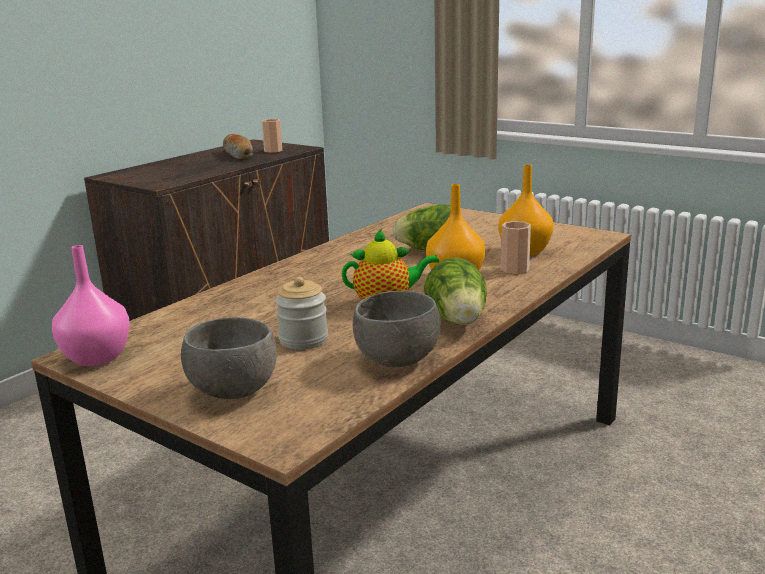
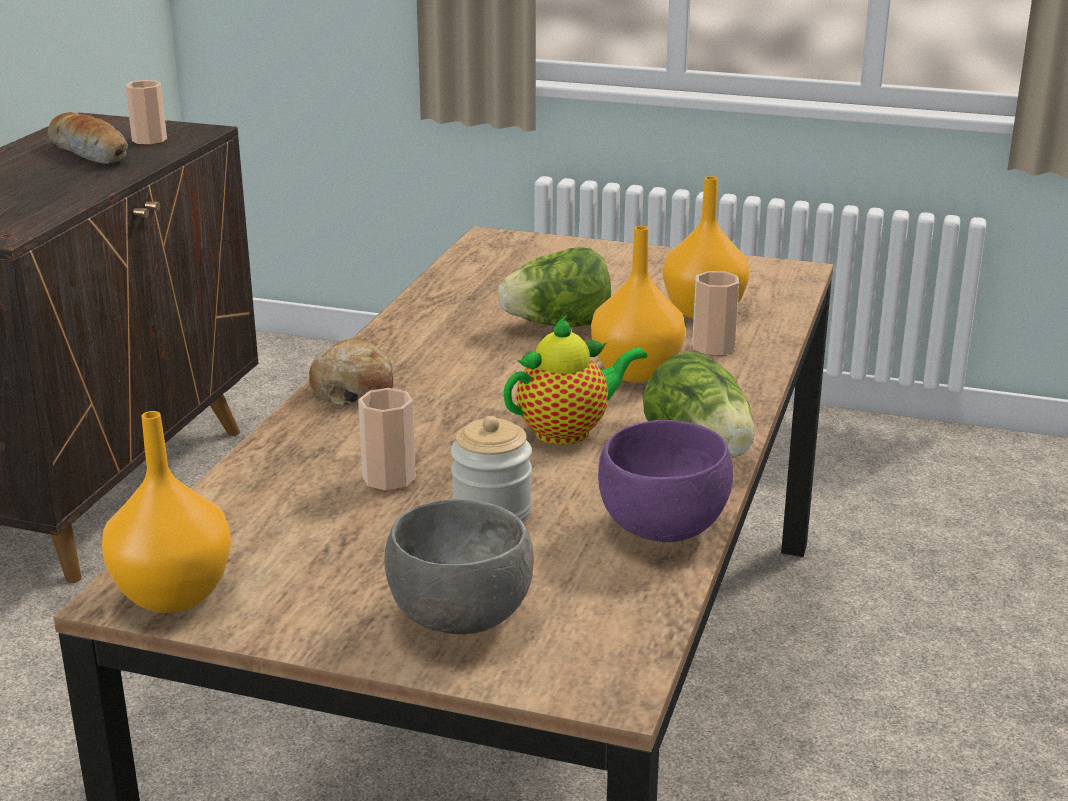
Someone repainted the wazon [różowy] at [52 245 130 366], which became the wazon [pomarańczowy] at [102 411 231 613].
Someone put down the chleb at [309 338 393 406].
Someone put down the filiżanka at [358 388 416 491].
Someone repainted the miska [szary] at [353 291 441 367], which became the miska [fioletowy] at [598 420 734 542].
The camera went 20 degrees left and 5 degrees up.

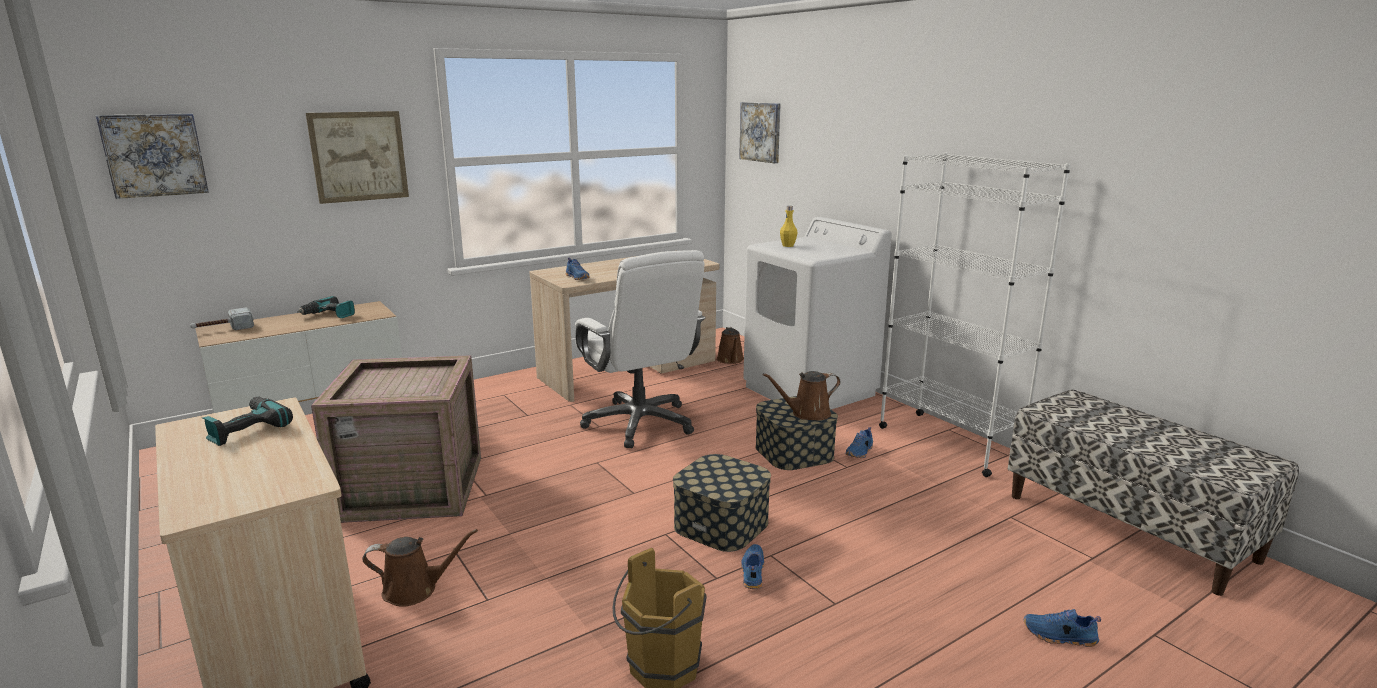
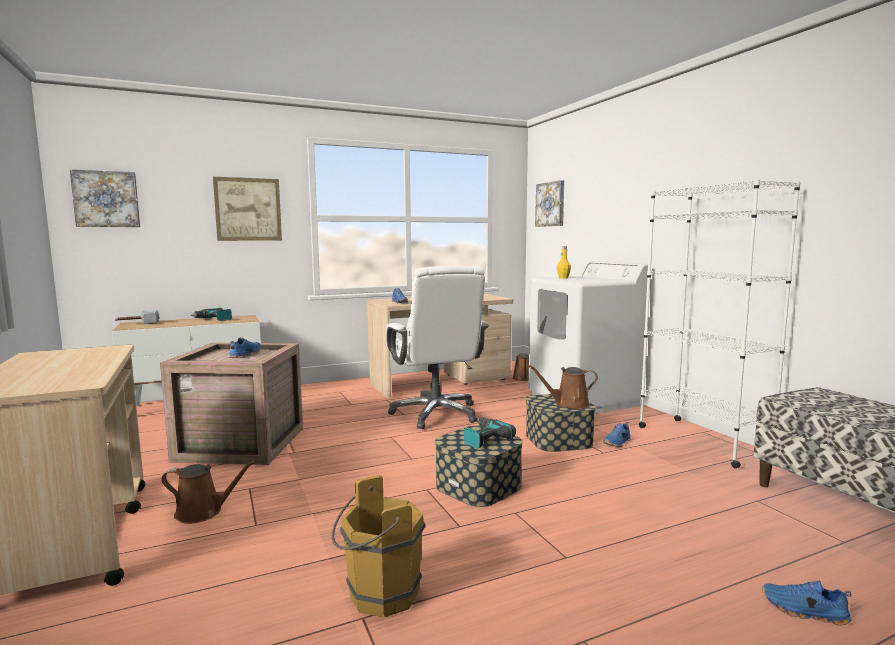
Someone carried the but [niebieski] from [741 544 765 589] to [229 337 261 358].
Someone carried the wiertarka from [202 396 293 446] to [464 418 516 449].
The camera went 10 degrees right and 10 degrees down.

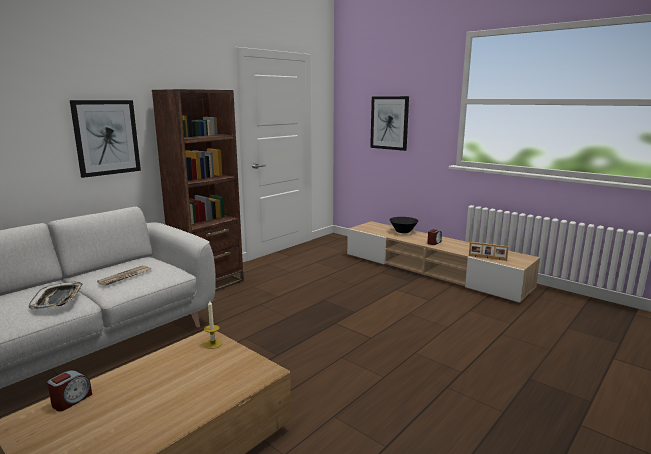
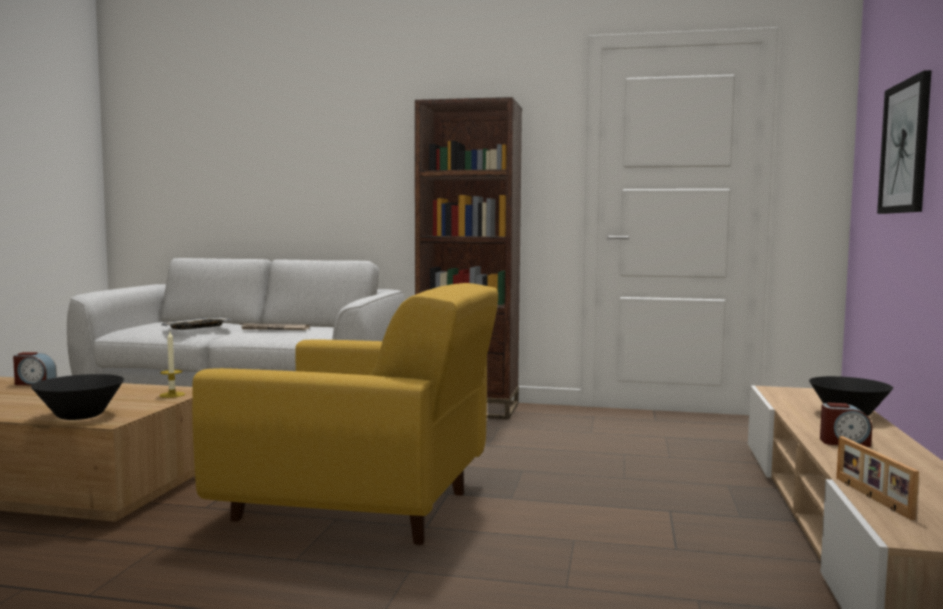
Someone put down the miska [czarny] at [31 374 124 420].
Someone put down the fotel [żółty] at [192 283 498 545].
Someone took away the obraz at [70 100 141 178].
The camera went 60 degrees right and 10 degrees down.

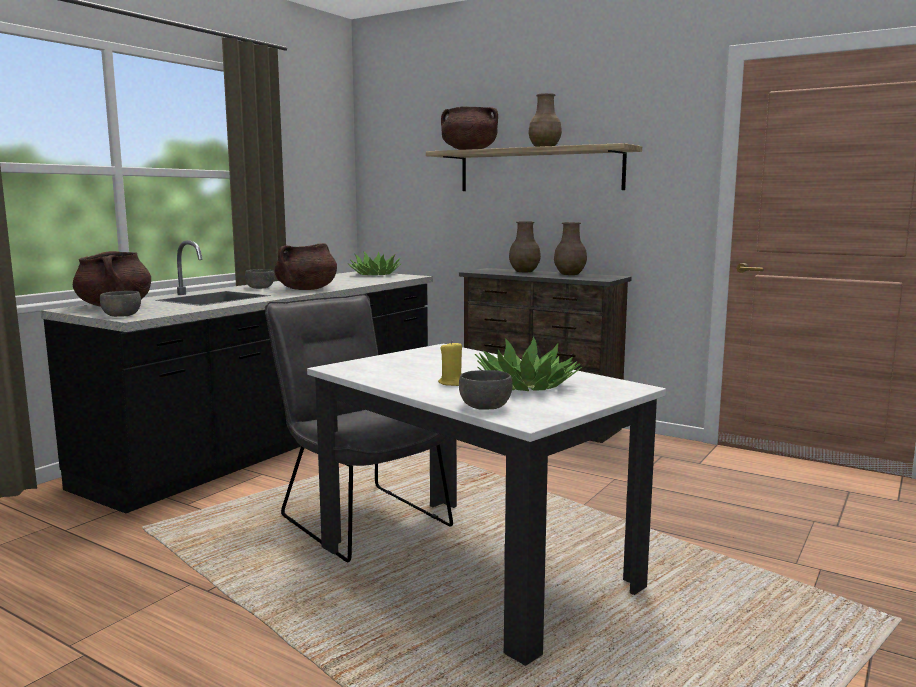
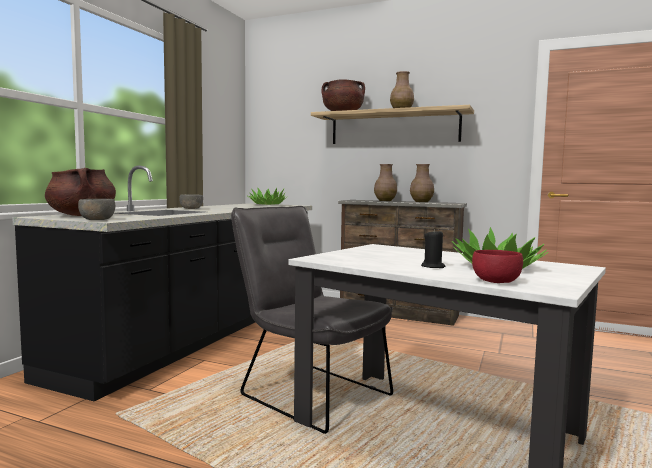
Someone repainted the świeca [żółty] at [438 341 462 386], which became the świeca [czarny] at [421 229 445 268].
Someone repainted the miska [szary] at [459 370 512 410], which became the miska [czerwony] at [472 250 523 283].
Someone took away the garnek [brązowy] at [275 243 337 290].
The camera went 10 degrees left and 5 degrees down.

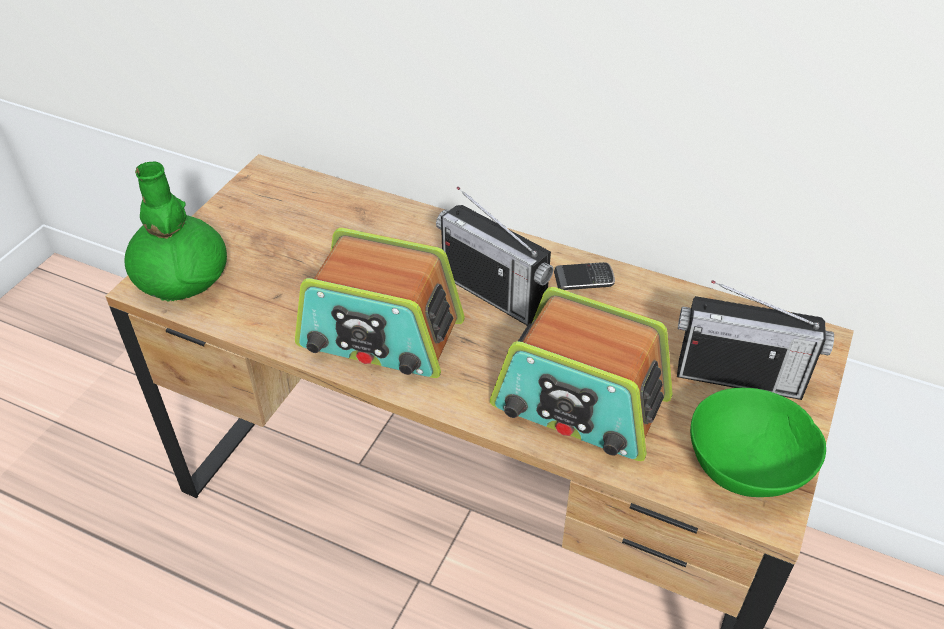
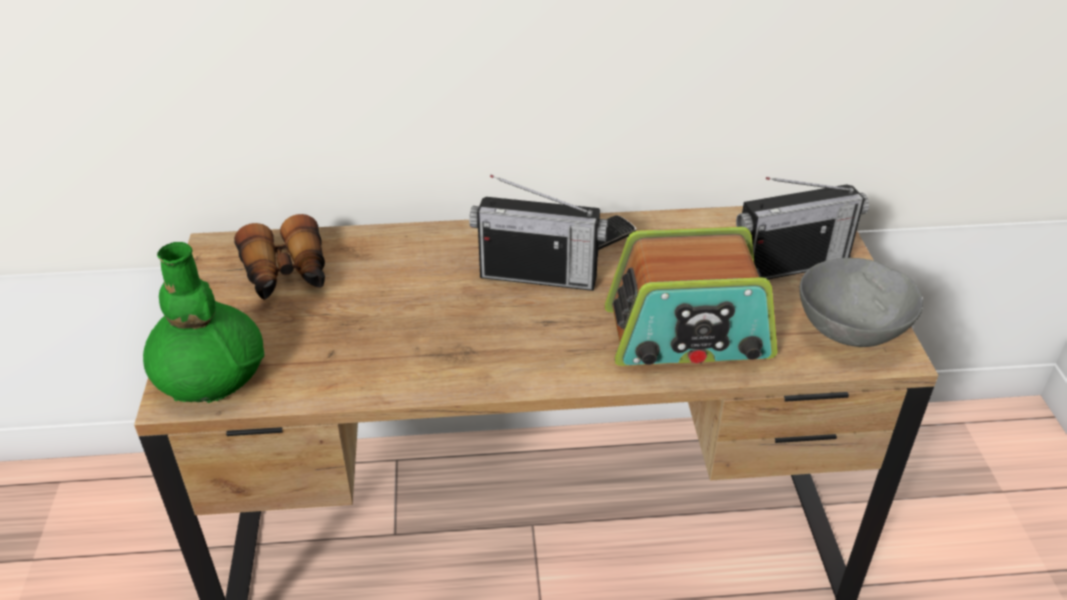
Someone put down the lornetka at [234 214 325 300].
Someone repainted the miska [zielony] at [690 388 826 497], which became the miska [szary] at [799 258 923 347].
Someone took away the radio at [295 228 465 378].
The camera went 30 degrees left and 5 degrees down.

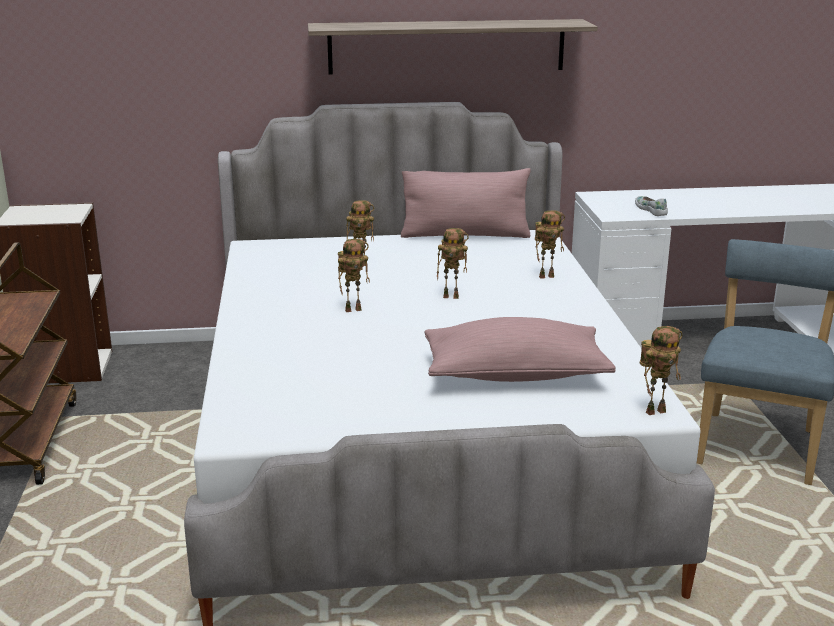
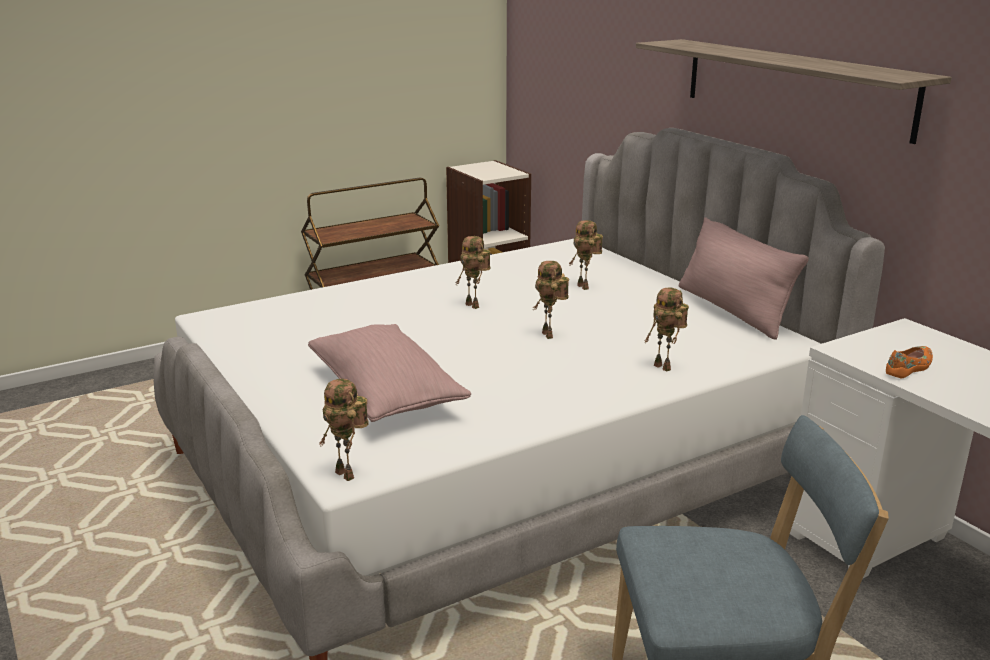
Someone repainted the but [biały] at [635 196 668 216], which became the but [pomarańczowy] at [886 346 933 378].
The camera went 65 degrees right and 0 degrees up.

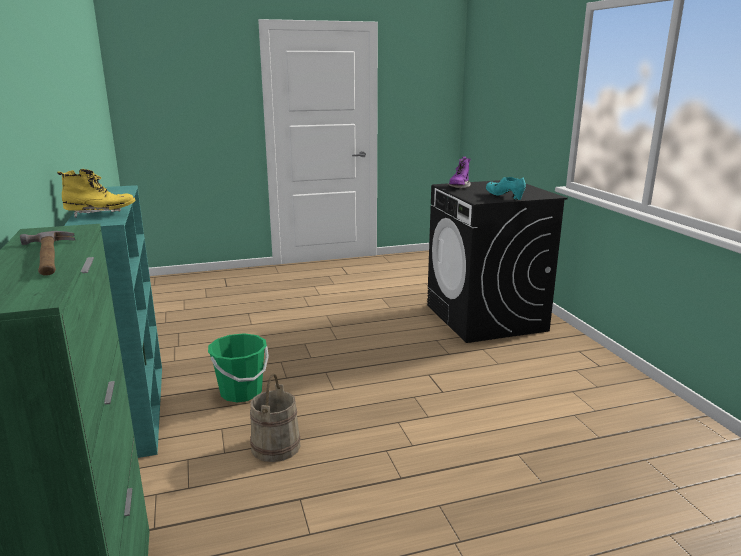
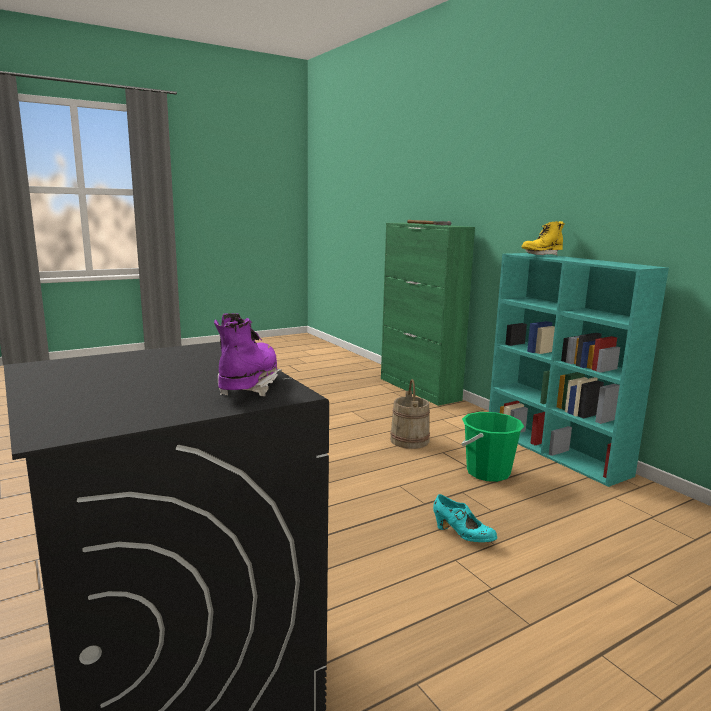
Someone carried the but [turkusowy] from [486 177 526 200] to [433 494 497 542].
The camera went 165 degrees right and 5 degrees down.

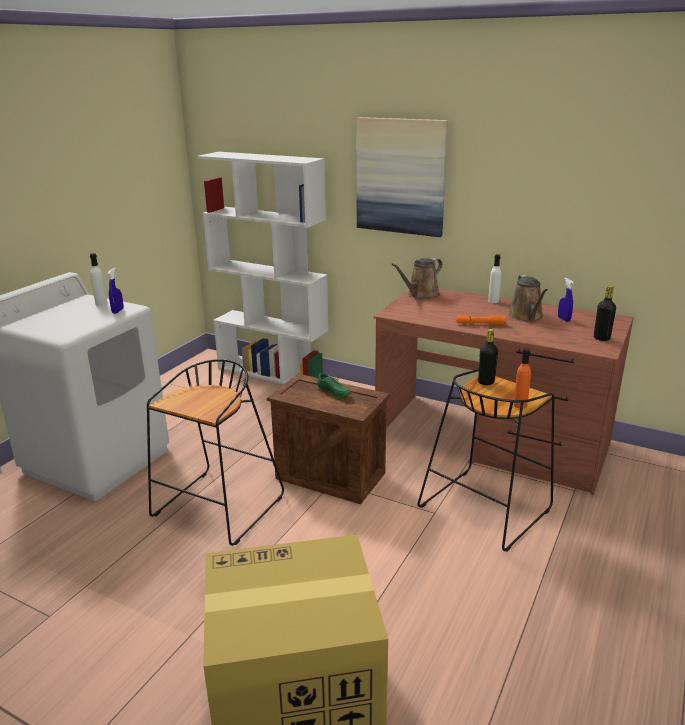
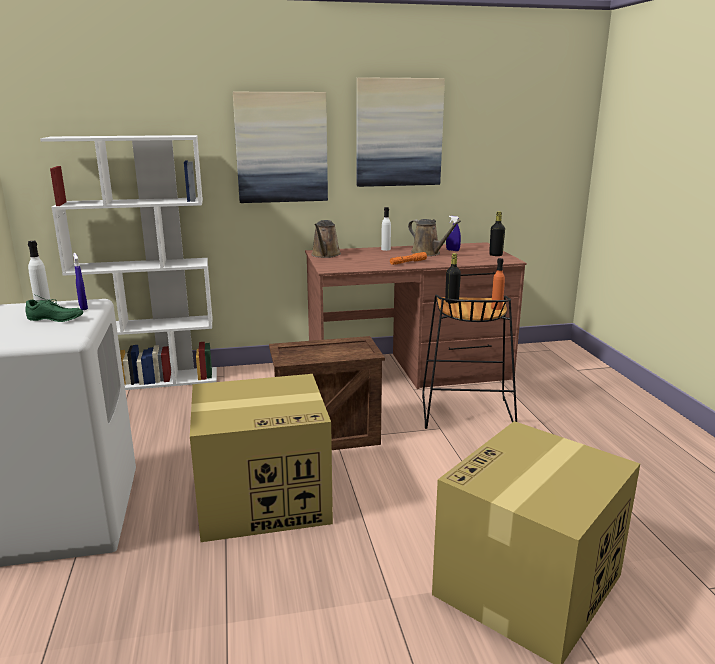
Someone carried the but [zielony] from [318 373 351 397] to [26 295 83 322].
Someone swapped the stołek [czarny] at [147 359 284 546] for the karton at [190 374 333 542].
Someone put up the obraz at [356 77 445 187].
The camera went 40 degrees left and 5 degrees down.

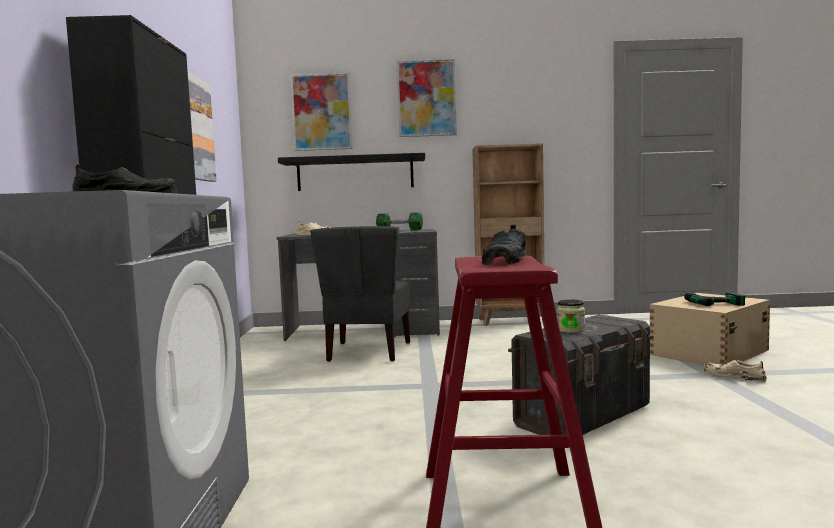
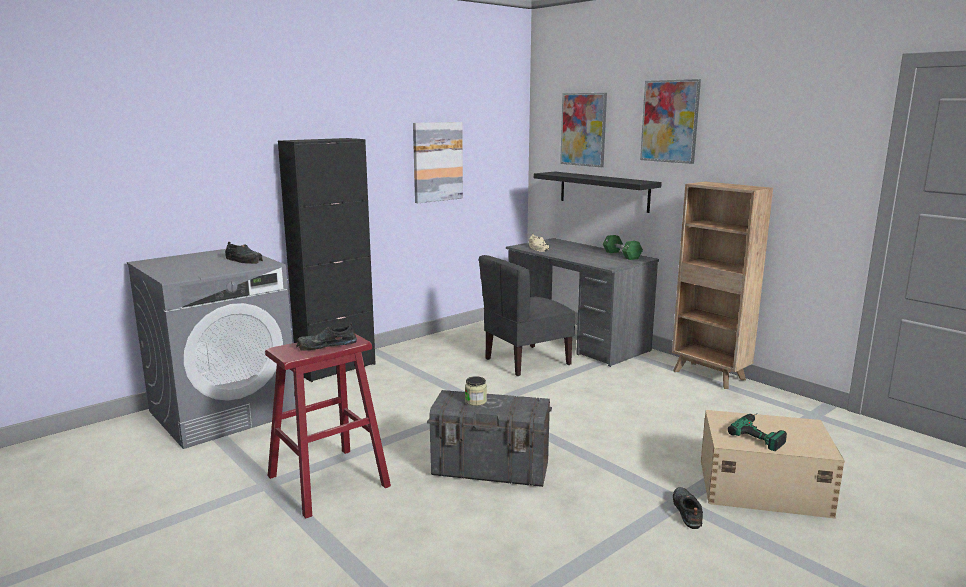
Someone repainted the but [beżowy] at [704 360 767 382], which became the but [czarny] at [673 487 703 529].
The camera went 50 degrees right and 10 degrees up.

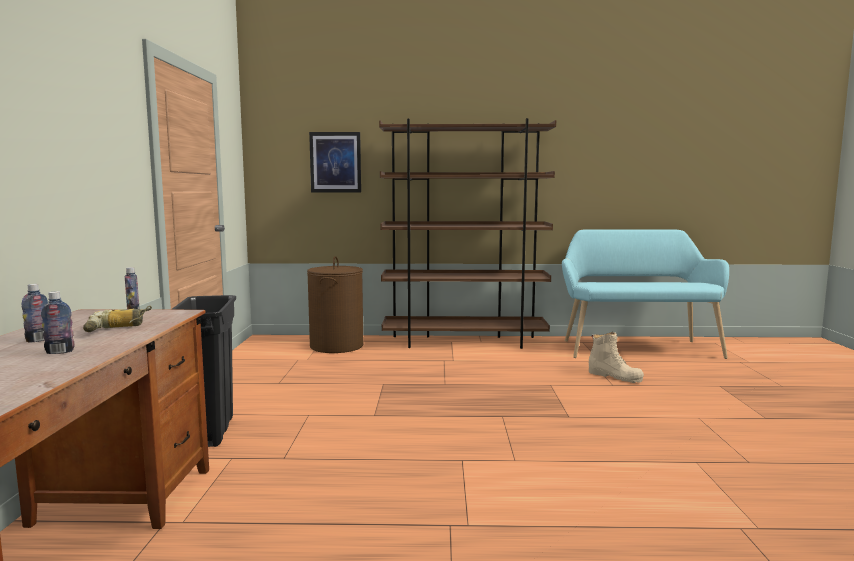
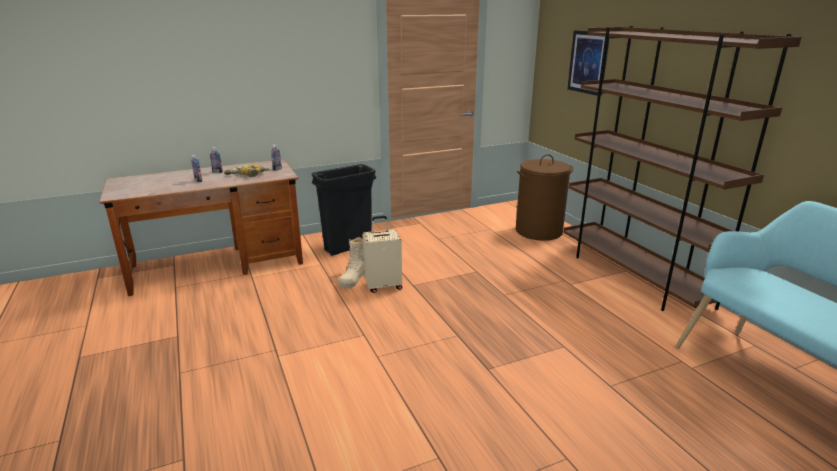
Someone carried the but z cholewką [beżowy] from [589 332 644 383] to [338 237 364 288].
Someone put down the walizka [beżowy] at [363 216 403 293].
The camera went 65 degrees right and 15 degrees up.

